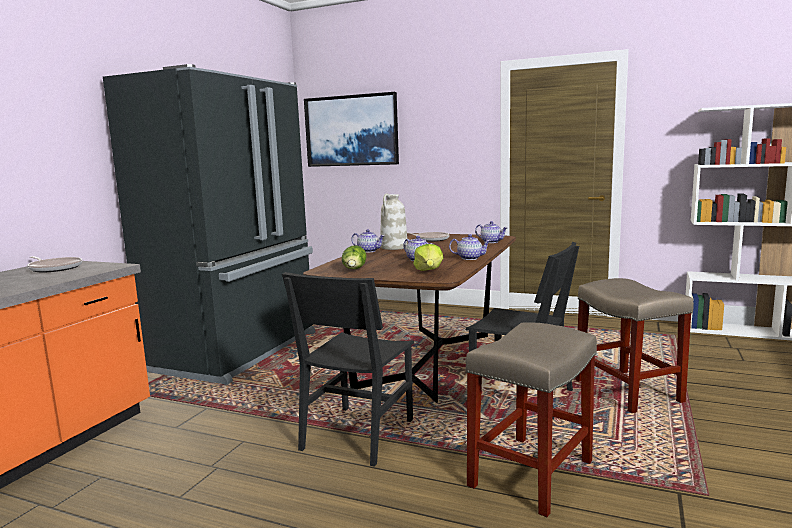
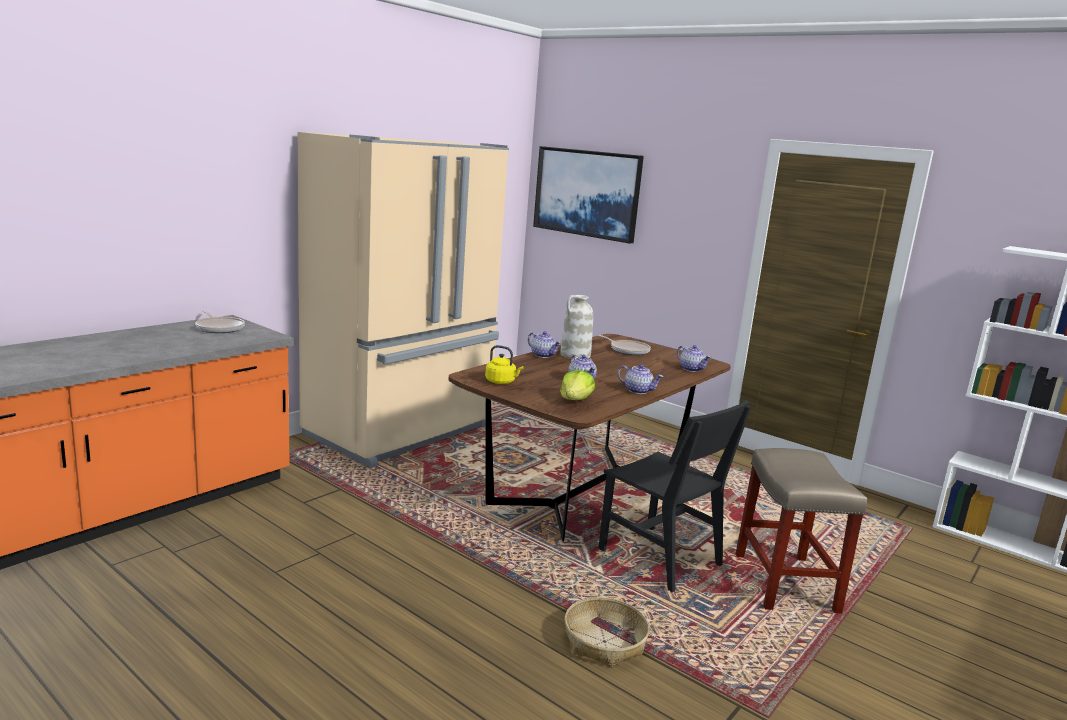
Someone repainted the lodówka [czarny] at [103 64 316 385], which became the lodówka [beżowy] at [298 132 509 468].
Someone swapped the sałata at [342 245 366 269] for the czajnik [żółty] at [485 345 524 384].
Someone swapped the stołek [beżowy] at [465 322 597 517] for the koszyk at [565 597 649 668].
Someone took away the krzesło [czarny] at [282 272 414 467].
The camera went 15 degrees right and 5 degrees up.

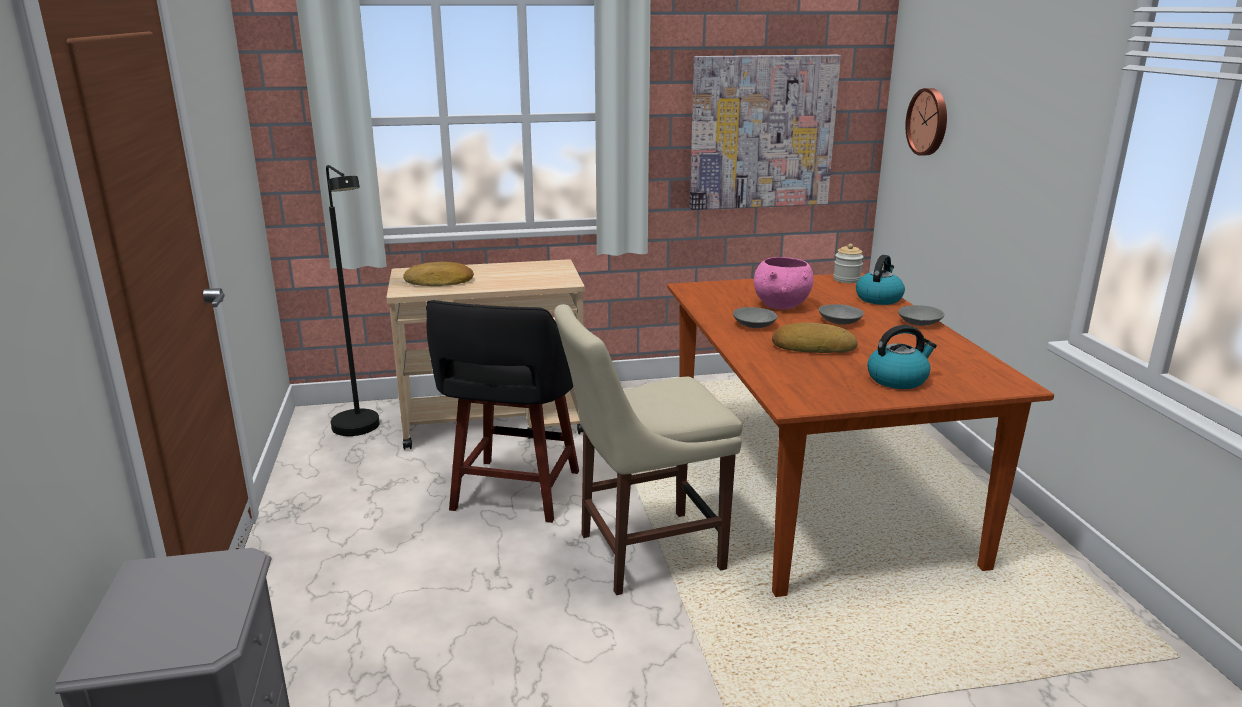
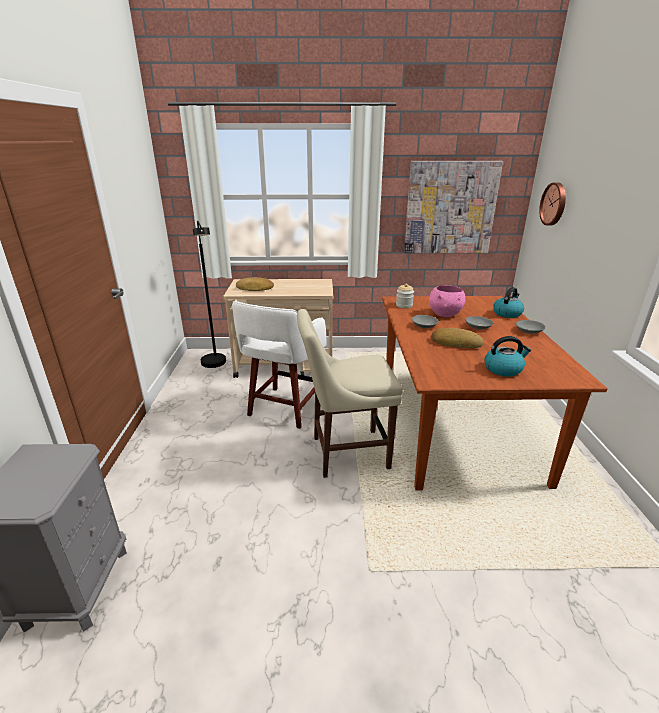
Someone repainted the stołek [czarny] at [426 300 579 523], which became the stołek [biały] at [232 301 326 429].
Someone carried the słoik from [833 244 864 283] to [396 284 414 308].
The camera went 10 degrees right and 5 degrees up.

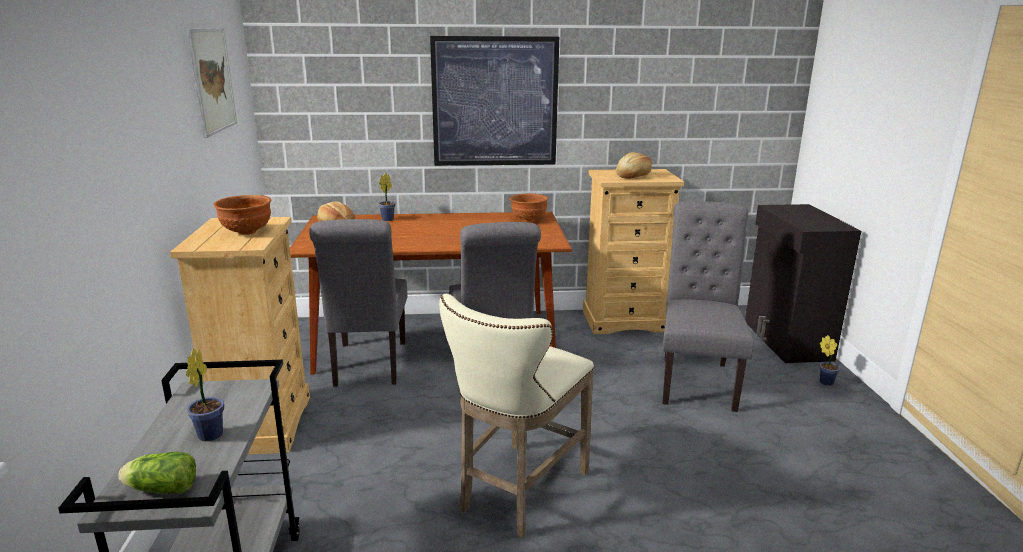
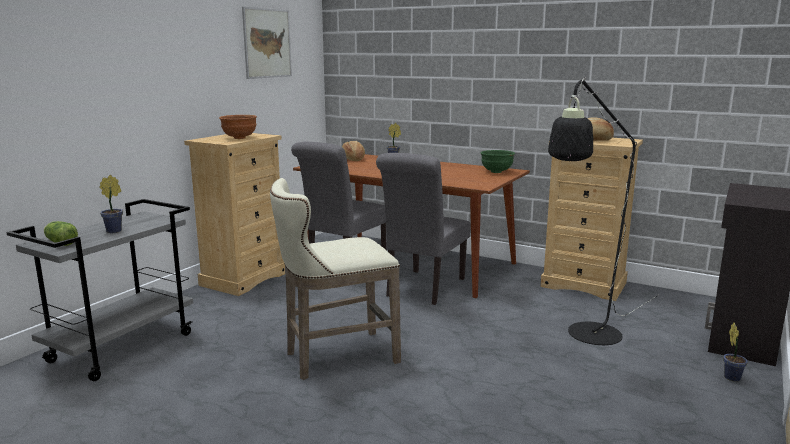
Someone repainted the miska [brązowy] at [510 194 548 222], which became the miska [zielony] at [480 150 515 173].
Someone swapped the krzesło [szary] at [662 201 754 412] for the lampa stojąca [czarny] at [548 77 658 345].
Someone took away the obraz at [430 36 559 166].
The camera went 35 degrees right and 5 degrees down.

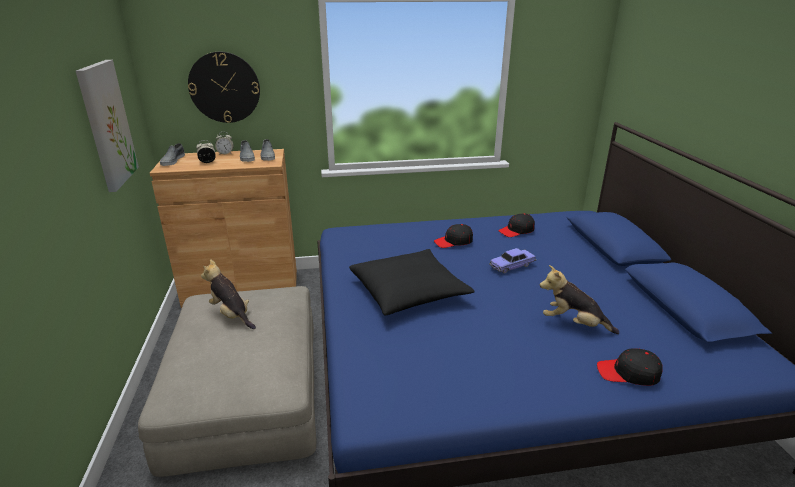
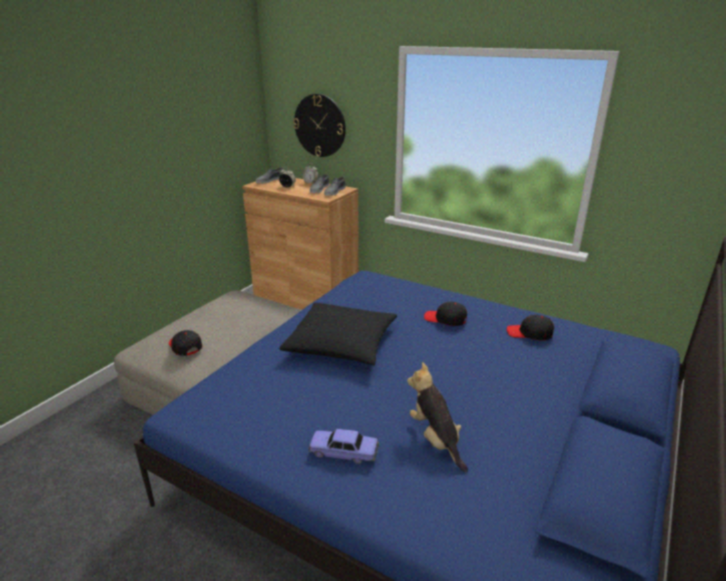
Someone carried the czapka z daszkiem [czarny] from [597 348 663 386] to [169 330 202 356].
Someone carried the samochodzik from [489 248 537 274] to [308 429 379 464].
Someone took away the obraz at [76 60 139 192].
Someone took away the pluszak at [201 259 256 329].
The camera went 40 degrees right and 0 degrees up.

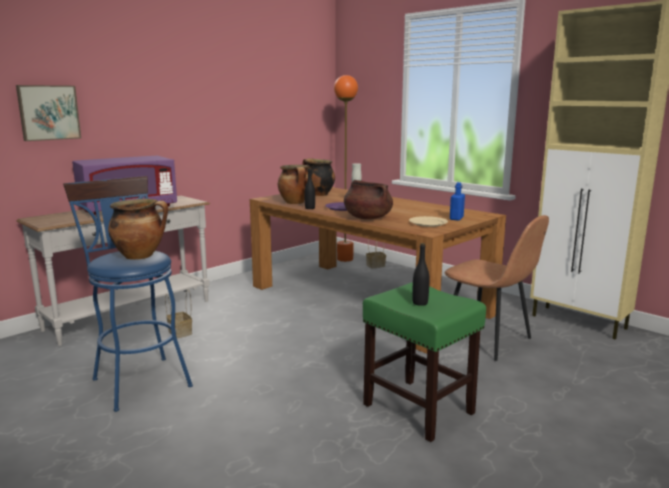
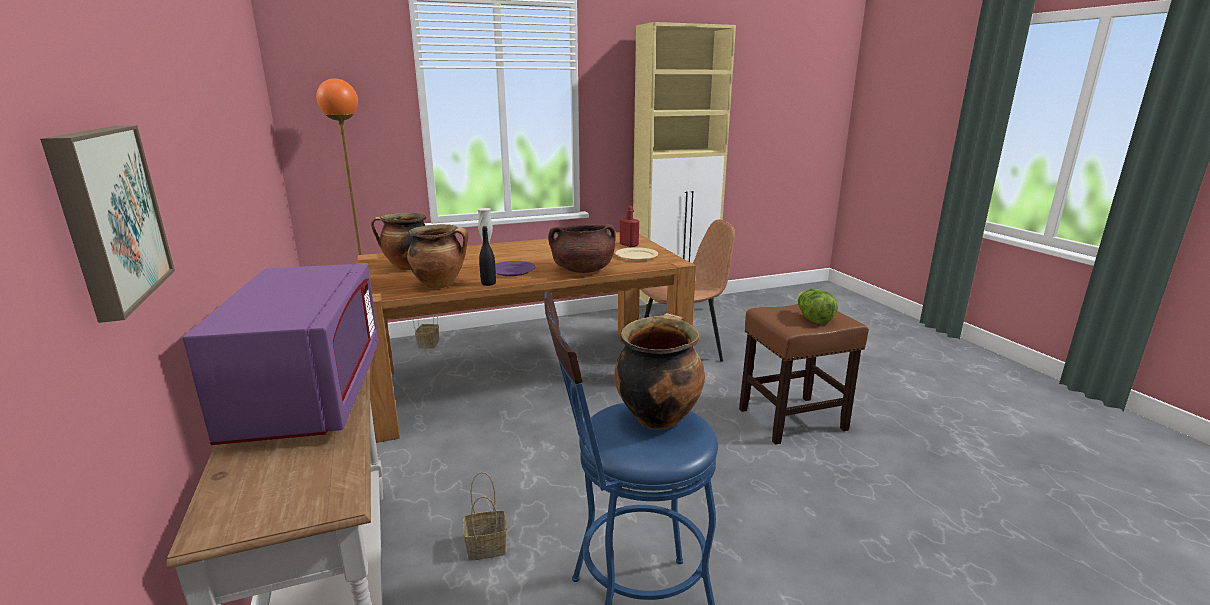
Someone repainted the butelka [niebieski] at [450 182 465 221], which became the butelka [czerwony] at [620 206 639 247].
Someone repainted the stołek [zielony] at [363 282 486 442], which became the stołek [brązowy] at [739 304 869 445].
Someone swapped the butelka [czarny] at [412 243 430 306] for the sałata at [797 289 838 324].
The camera went 65 degrees left and 5 degrees up.

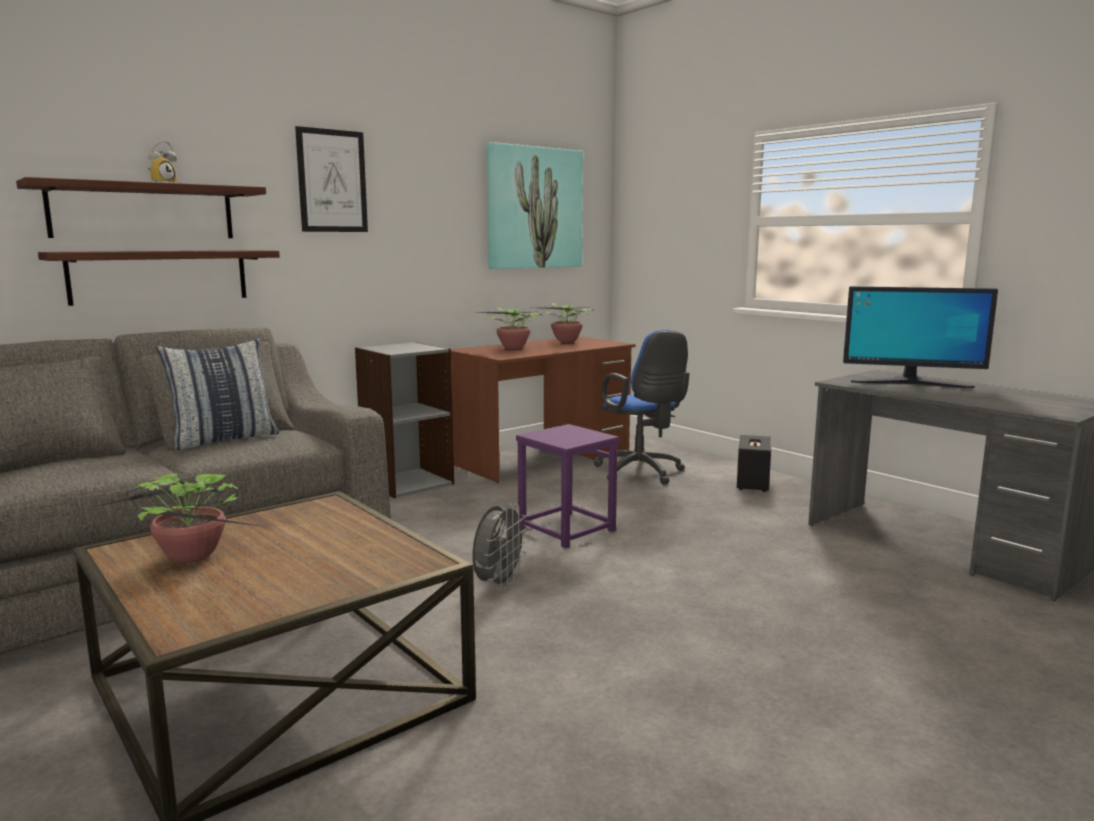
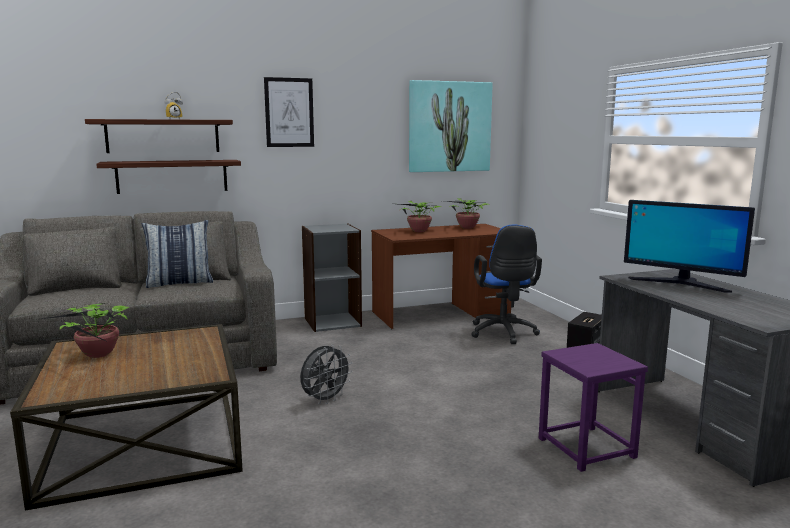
Someone carried the stołek [fioletowy] from [516 424 619 549] to [539 343 648 472].
The camera went 20 degrees right and 0 degrees up.

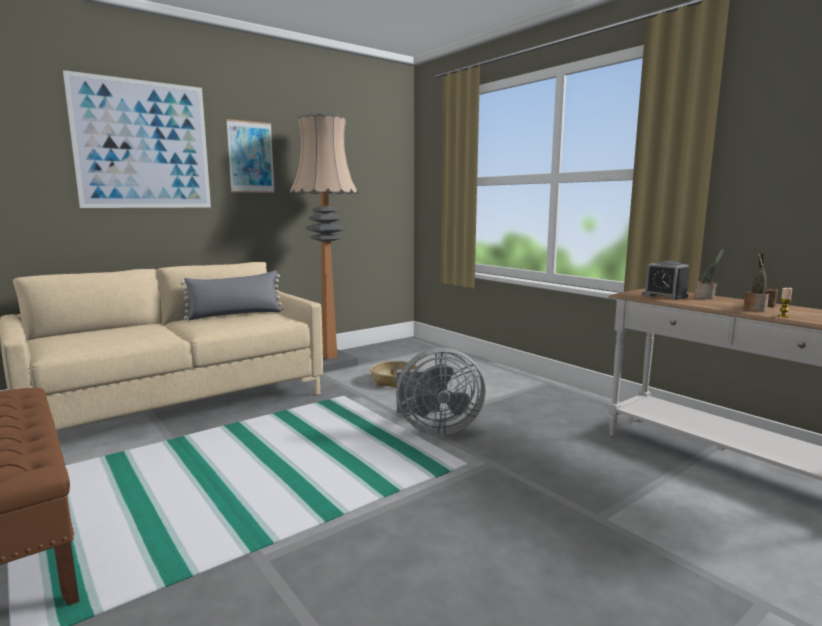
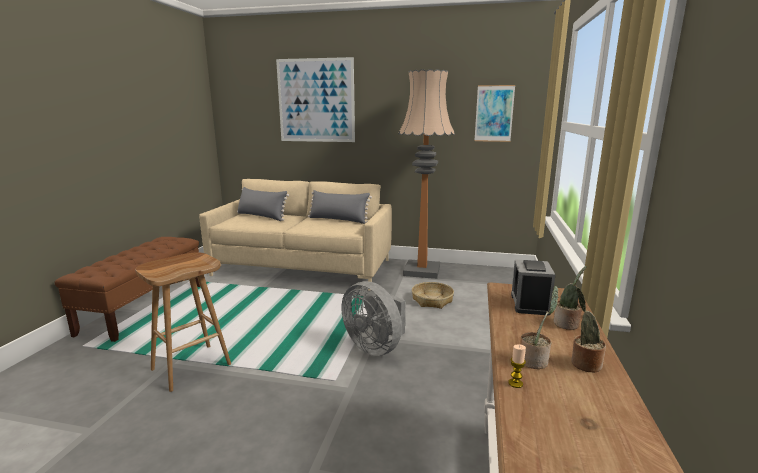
Someone put down the stołek [brązowy] at [135 252 231 392].
Someone put down the poduszka [szary] at [237 187 289 221].
Someone carried the obraz from [226 119 275 193] to [474 85 515 142].
The camera went 50 degrees right and 5 degrees up.

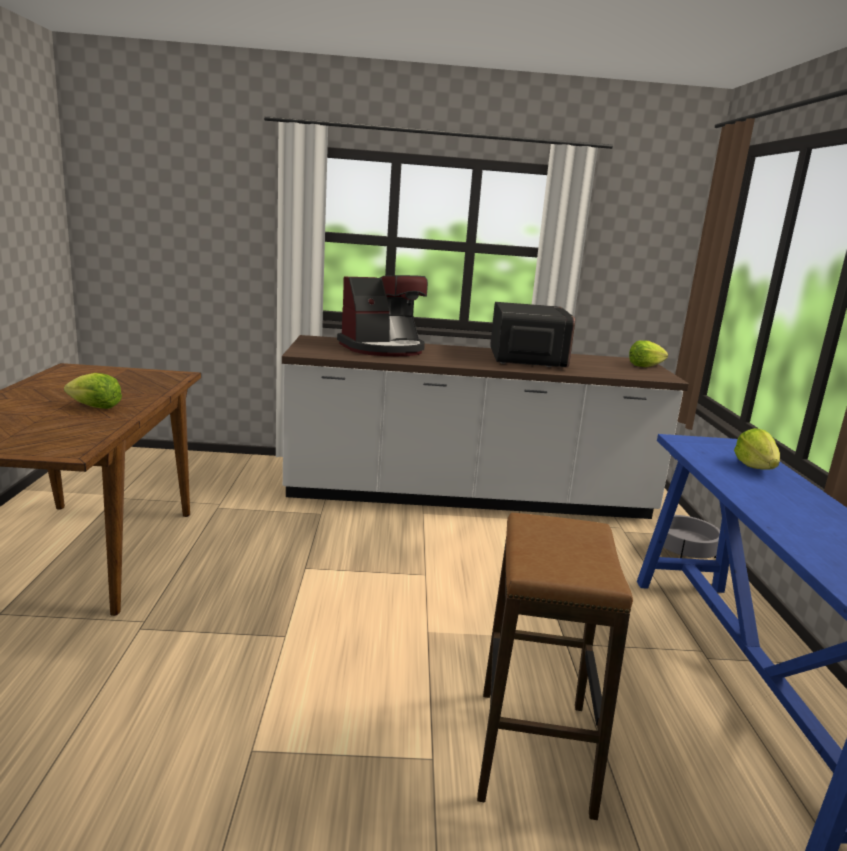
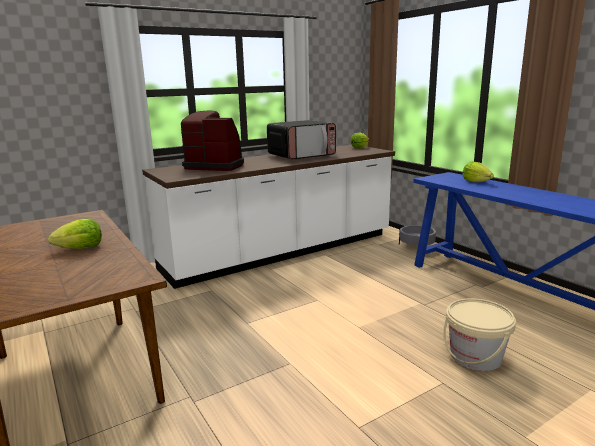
Someone rotated the ekspres do kawy at [337 275 428 356] by 105 degrees counterclockwise.
Someone rotated the mikrofalówka at [490 302 575 367] by 90 degrees clockwise.
Someone swapped the stołek at [477 513 633 820] for the wiadro [beżowy] at [443 298 516 371].
The camera went 30 degrees left and 0 degrees up.

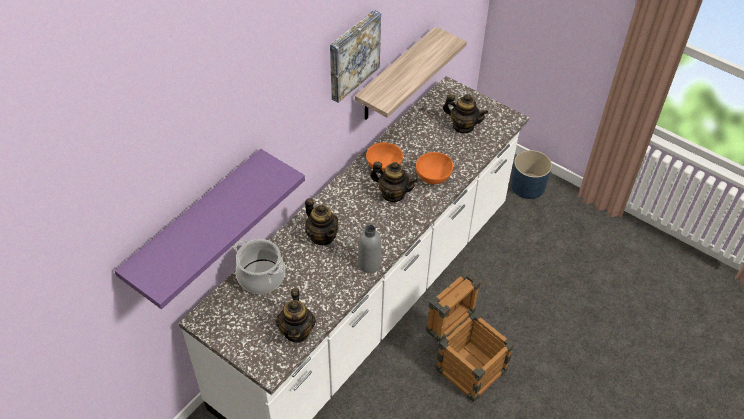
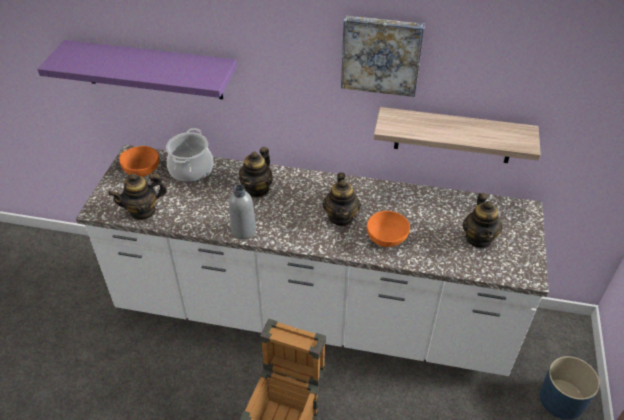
Someone carried the miska [pomarańczowy] from [366 142 403 172] to [119 146 159 177].
The camera went 65 degrees right and 5 degrees down.

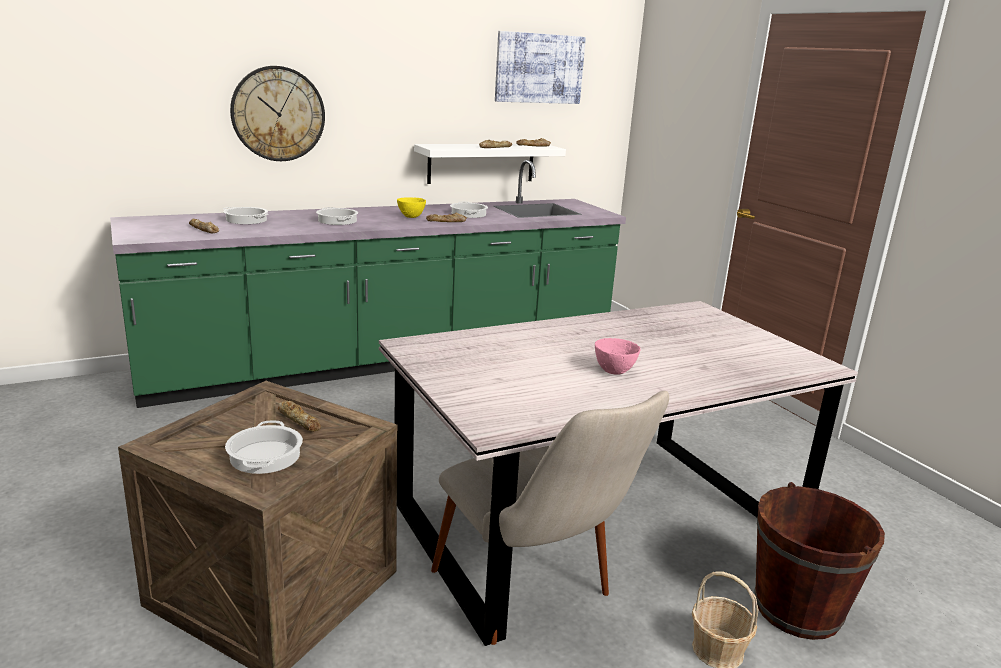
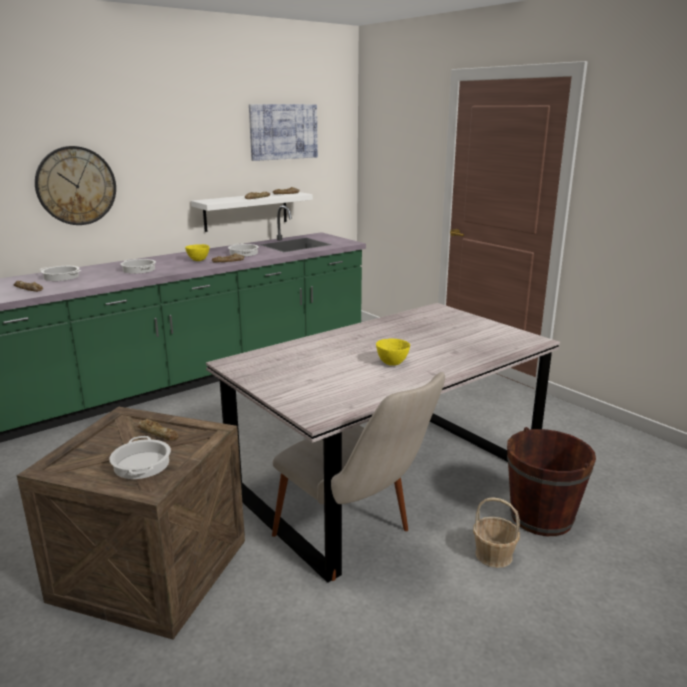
Someone repainted the miska [różowy] at [595 338 641 375], which became the miska [żółty] at [376 338 410 366].
The camera went 10 degrees left and 0 degrees up.

